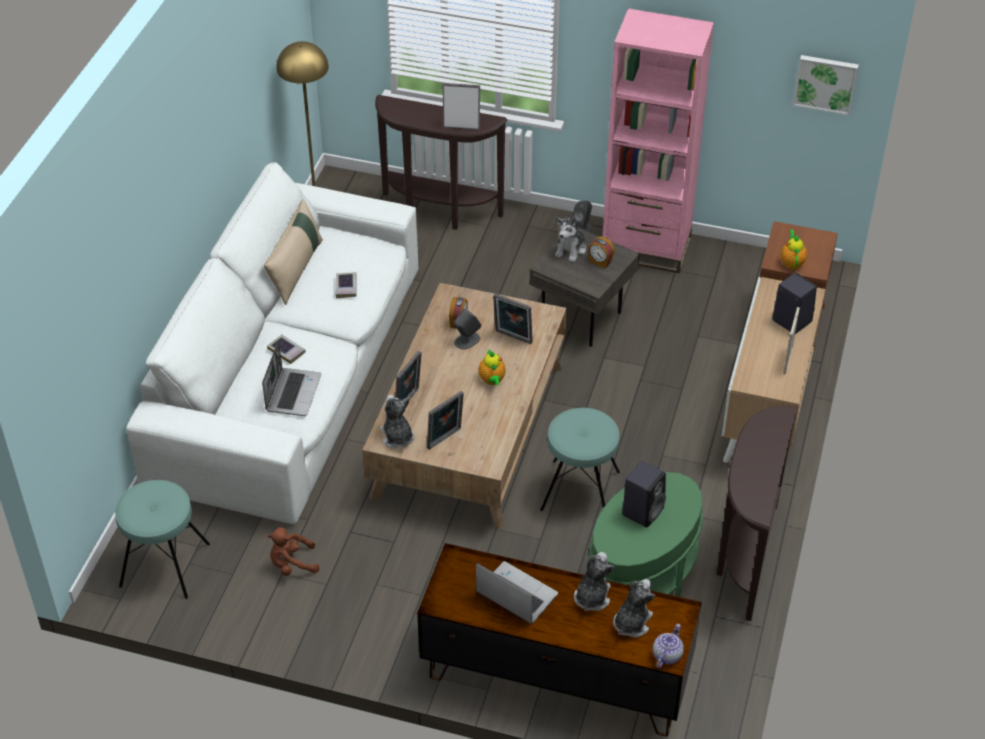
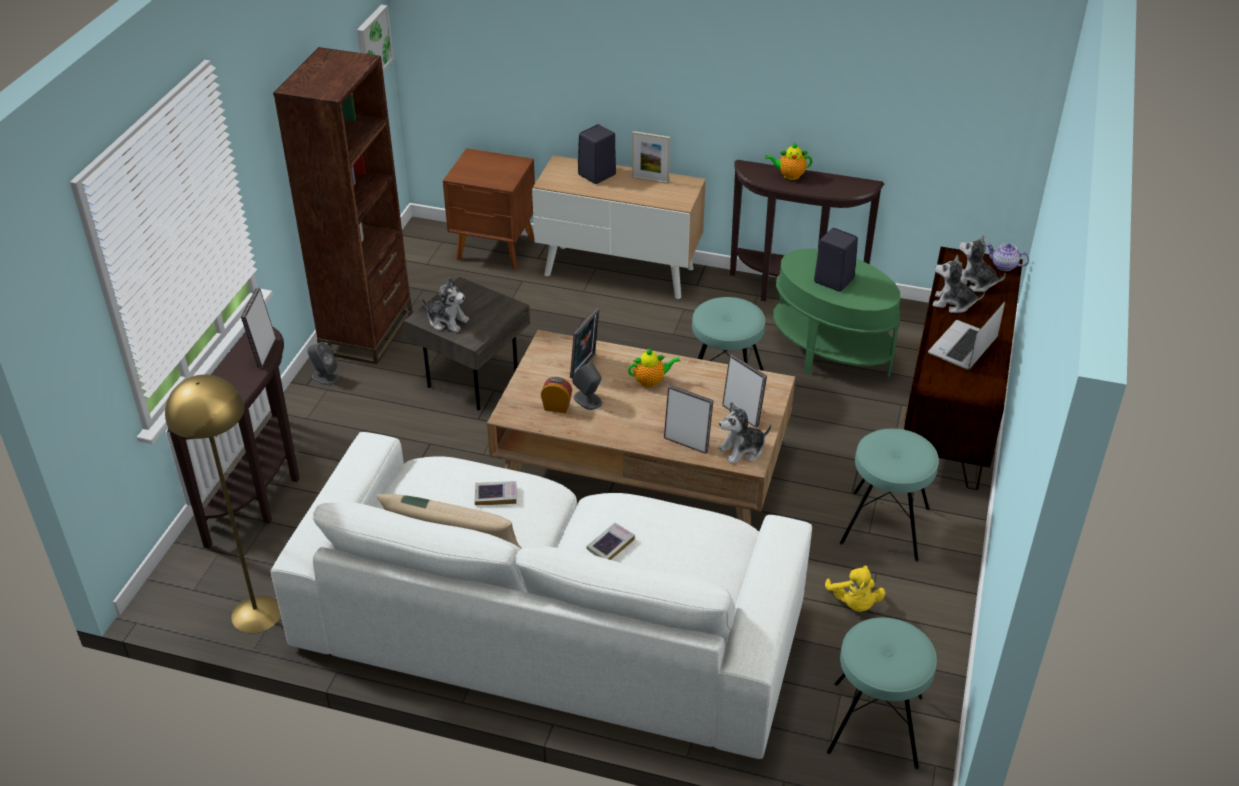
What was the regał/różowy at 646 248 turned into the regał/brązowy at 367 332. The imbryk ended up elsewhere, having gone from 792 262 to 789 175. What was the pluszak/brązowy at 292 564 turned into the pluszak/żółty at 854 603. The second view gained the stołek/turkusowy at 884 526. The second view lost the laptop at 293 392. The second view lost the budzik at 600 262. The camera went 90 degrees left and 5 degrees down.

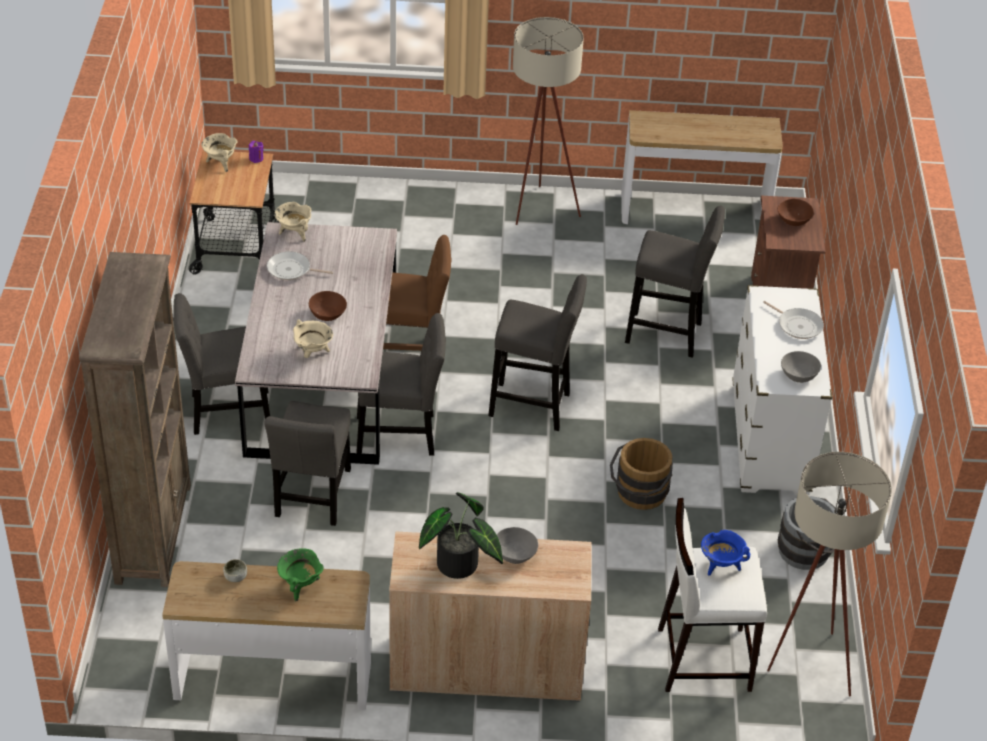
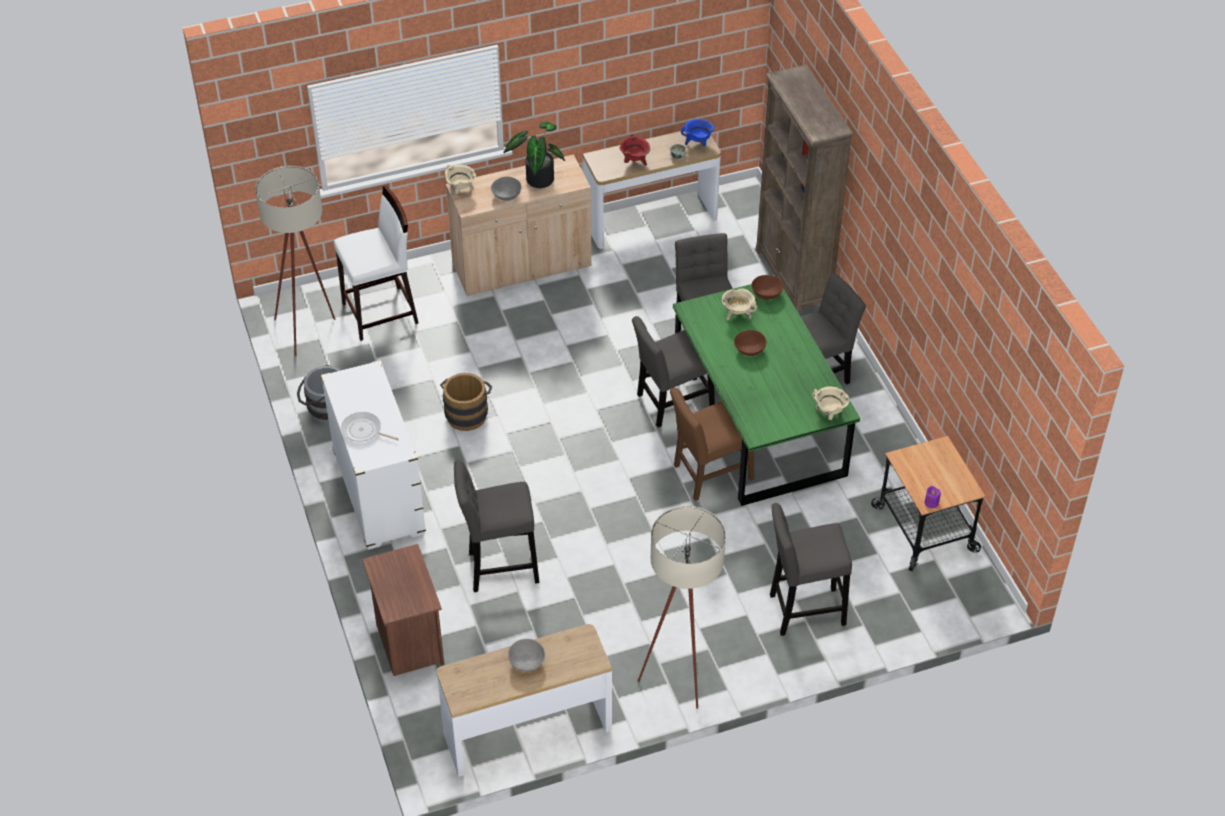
The garnek/beżowy ended up elsewhere, having gone from 220 163 to 460 190. The miska/szary ended up elsewhere, having gone from 798 375 to 527 662. What was the garnek/zielony at 300 586 turned into the garnek/czerwony at 635 162. What was the stół jadalny/szary at 324 384 turned into the stół jadalny/zielony at 757 424. The garnek/niebieski ended up elsewhere, having gone from 721 566 to 698 143. The miska/brązowy ended up elsewhere, having gone from 793 220 to 766 293. The stołek/szary ended up elsewhere, having gone from 534 407 to 802 611. The second view lost the patelnia at 291 270. The camera went 160 degrees right and 5 degrees up.

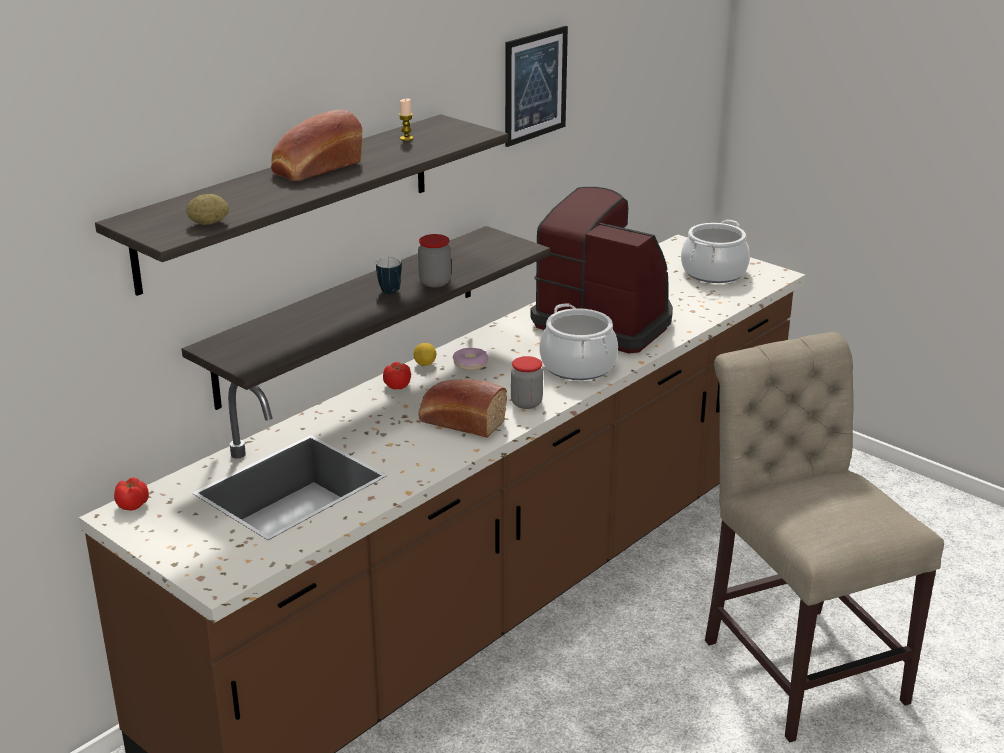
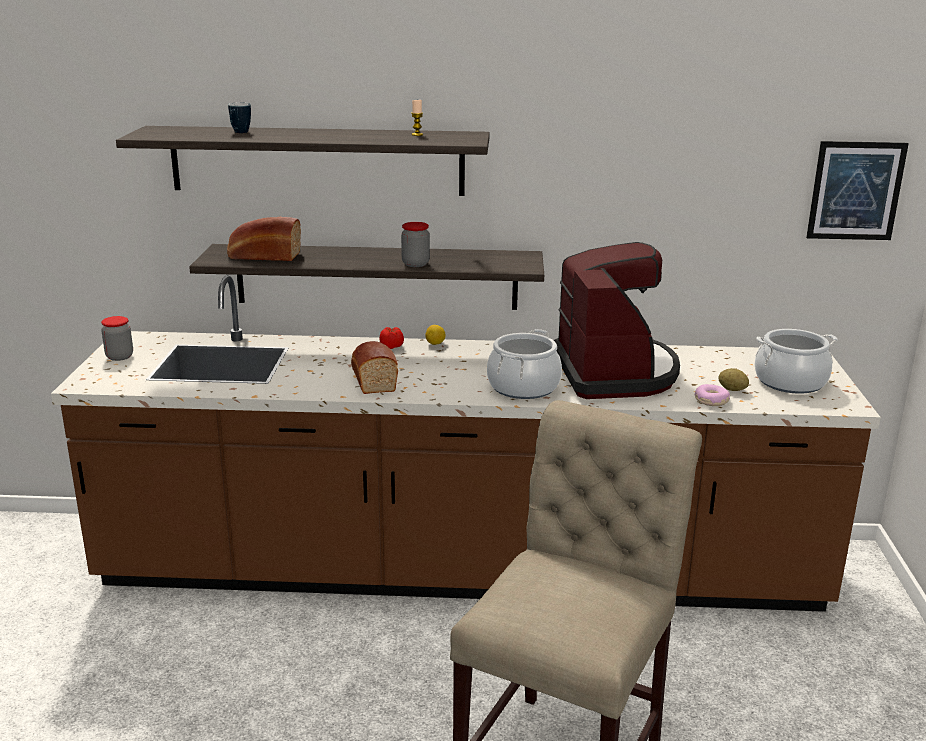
The słoik ended up elsewhere, having gone from 526 403 to 119 357. The chleb ended up elsewhere, having gone from 315 168 to 263 256. The kubek ended up elsewhere, having gone from 392 293 to 239 133. The donut ended up elsewhere, having gone from 470 365 to 711 401. The ziemniak ended up elsewhere, having gone from 209 223 to 732 390. The obraz ended up elsewhere, having gone from 535 85 to 855 191. The second view lost the pomidor at 133 505. The camera went 50 degrees right and 5 degrees down.

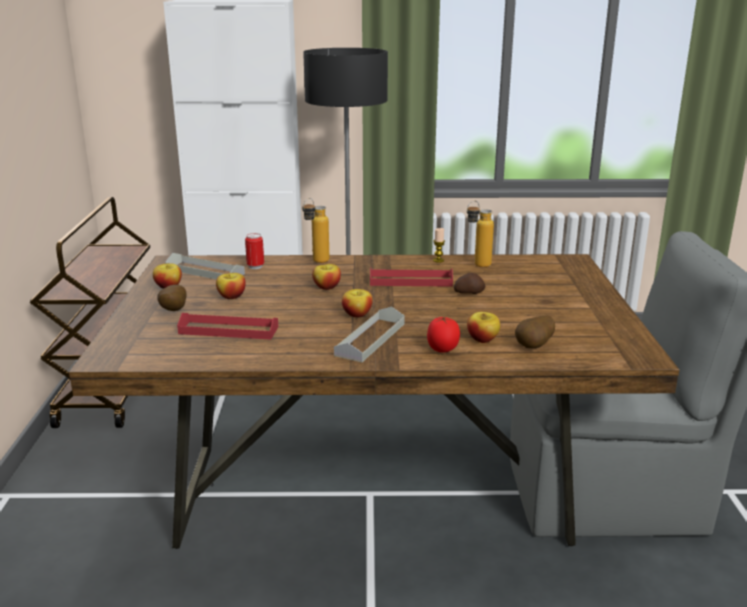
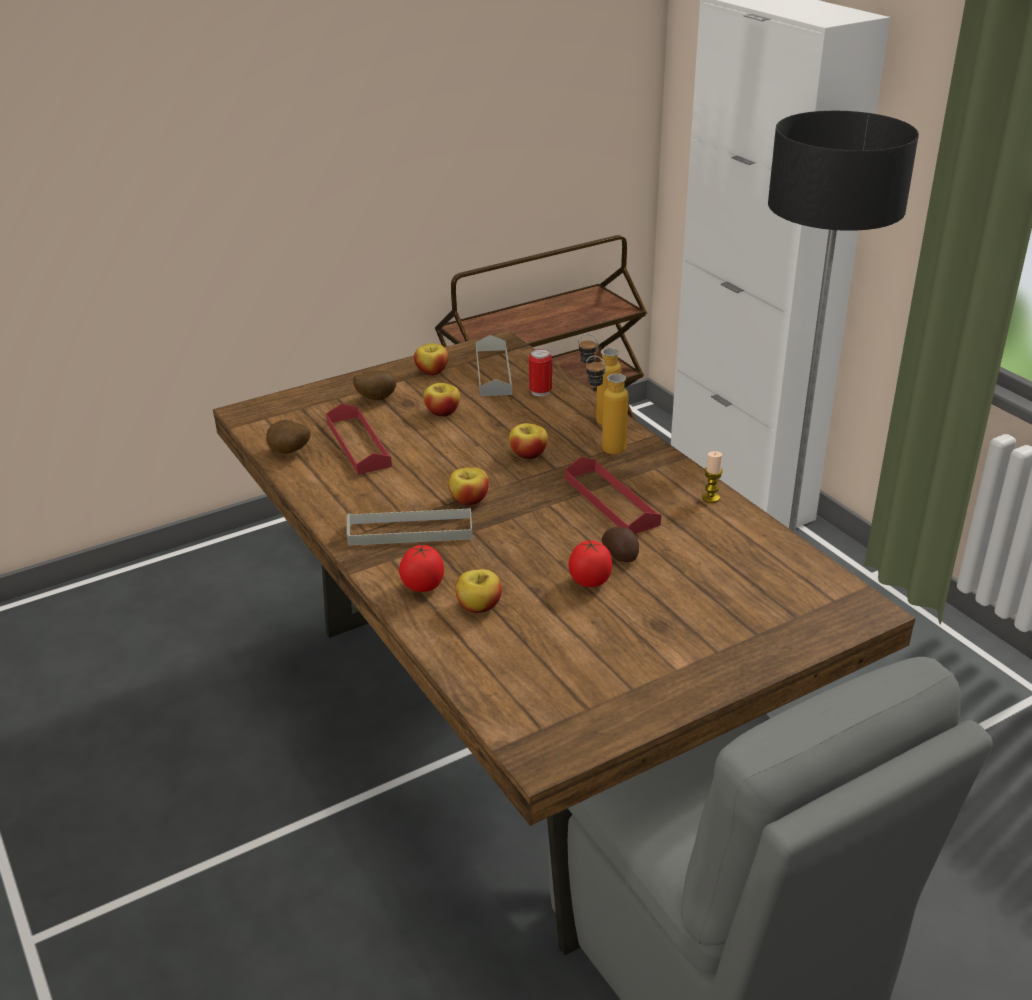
The ziemniak ended up elsewhere, having gone from 534 347 to 289 453. The second view gained the pomidor at 589 582. The butelka ended up elsewhere, having gone from 477 266 to 604 447. The camera went 60 degrees right and 10 degrees up.

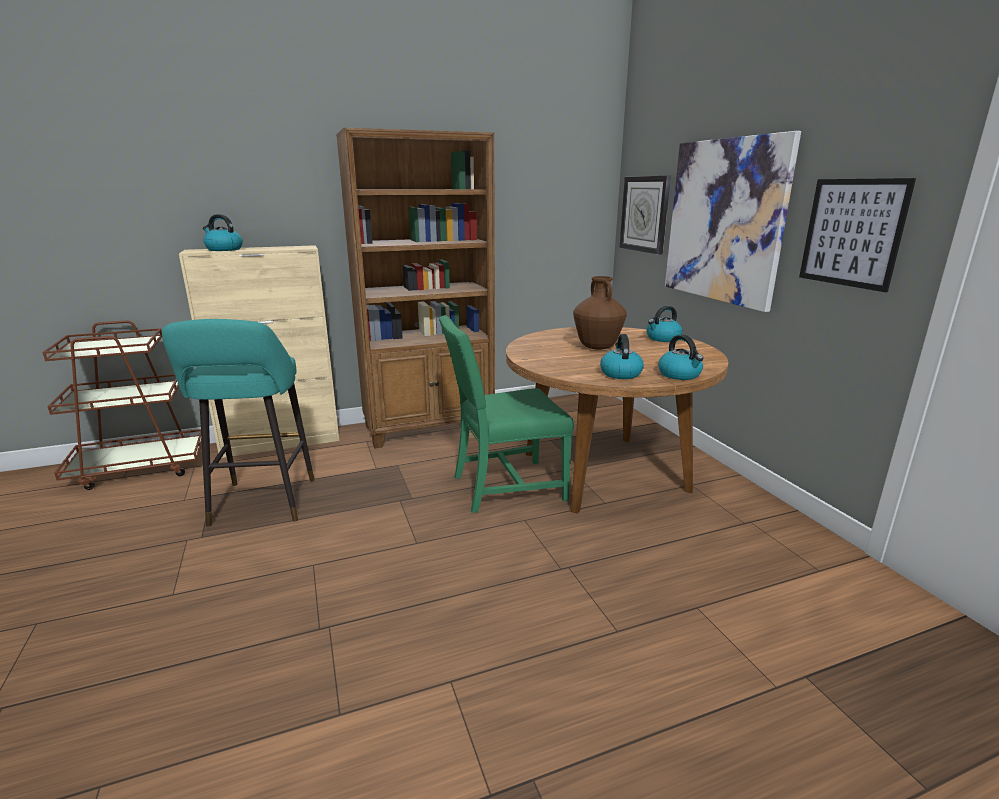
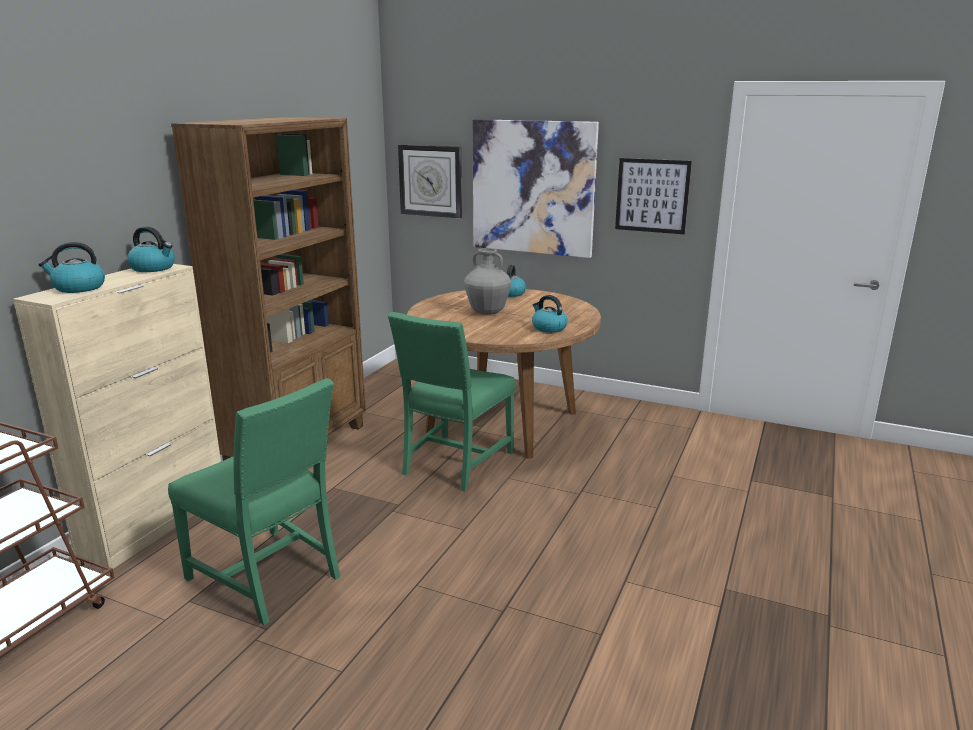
The czajnik ended up elsewhere, having gone from 680 375 to 154 268. Where the stołek/turkusowy stood at 262 505, the krzesło/zielony came to stand at 269 577. What was the wazon/brązowy at 597 348 turned into the wazon/szary at 487 313. The camera went 45 degrees left and 0 degrees up.

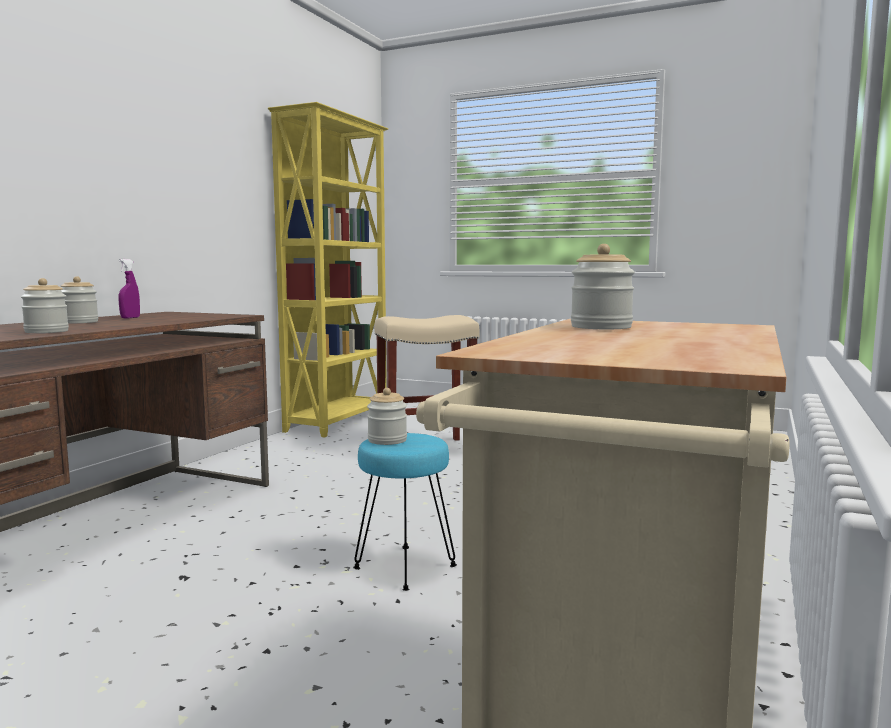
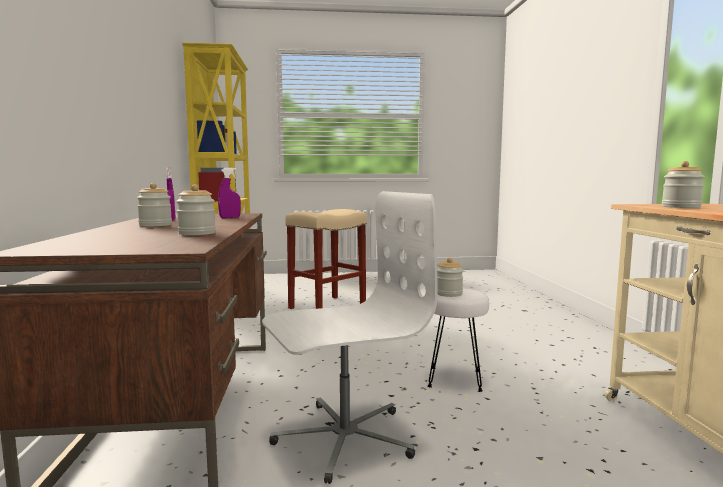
The second view gained the spryskiwacz/fioletowy at 230 217. The second view gained the krzesło biurowe/biały at 343 438. What was the stołek/turkusowy at 404 568 turned into the stołek/biały at 454 379. The camera went 30 degrees left and 0 degrees up.

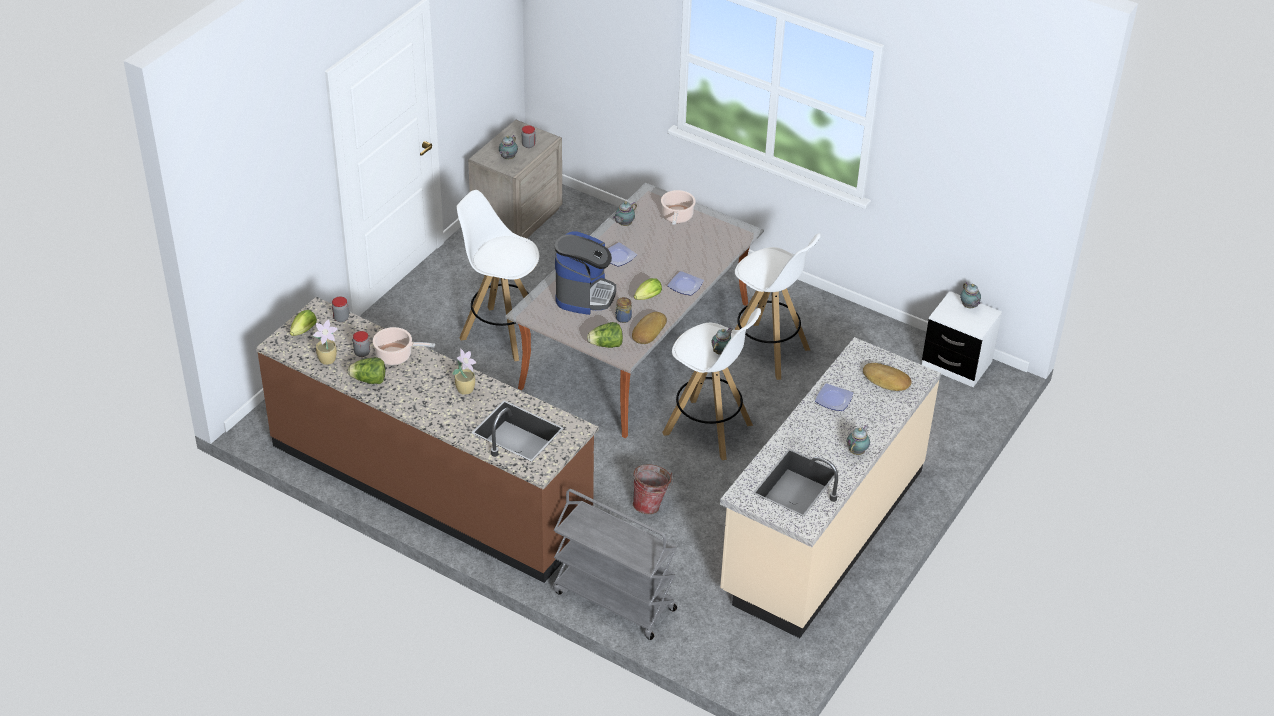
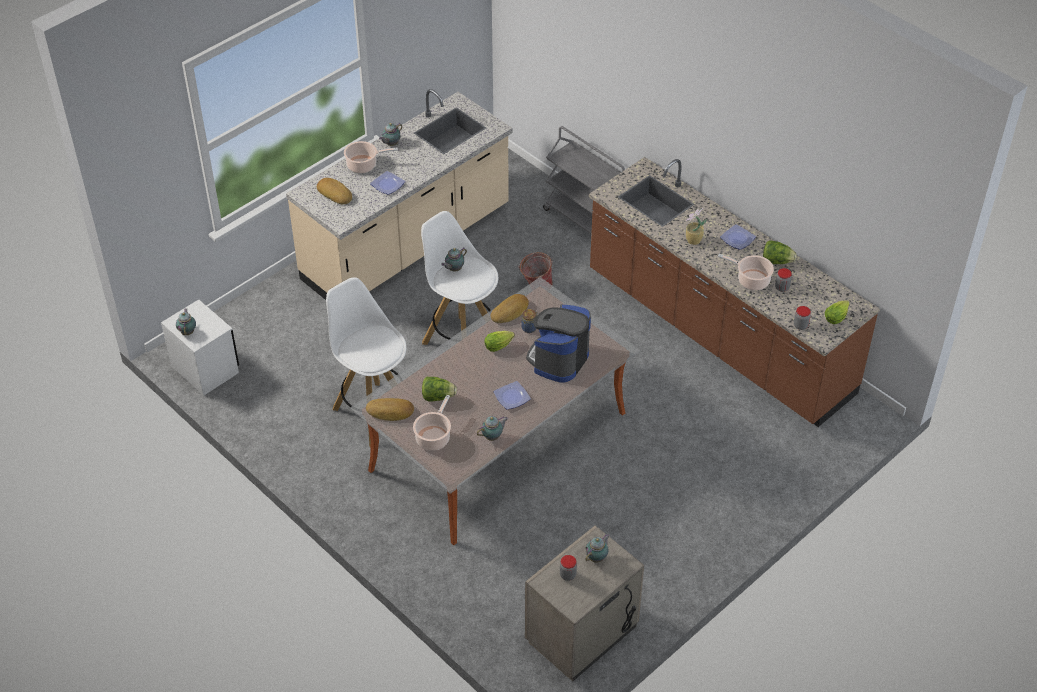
The second view gained the garnek at 364 165. The second view gained the chleb at 390 412. The sałata ended up elsewhere, having gone from 606 345 to 438 397. The talerz ended up elsewhere, having gone from 685 285 to 737 239. The second view lost the roślina doniczkowa at 328 360. The second view lost the stołek/biały at 501 333. The camera went 165 degrees left and 5 degrees up.

